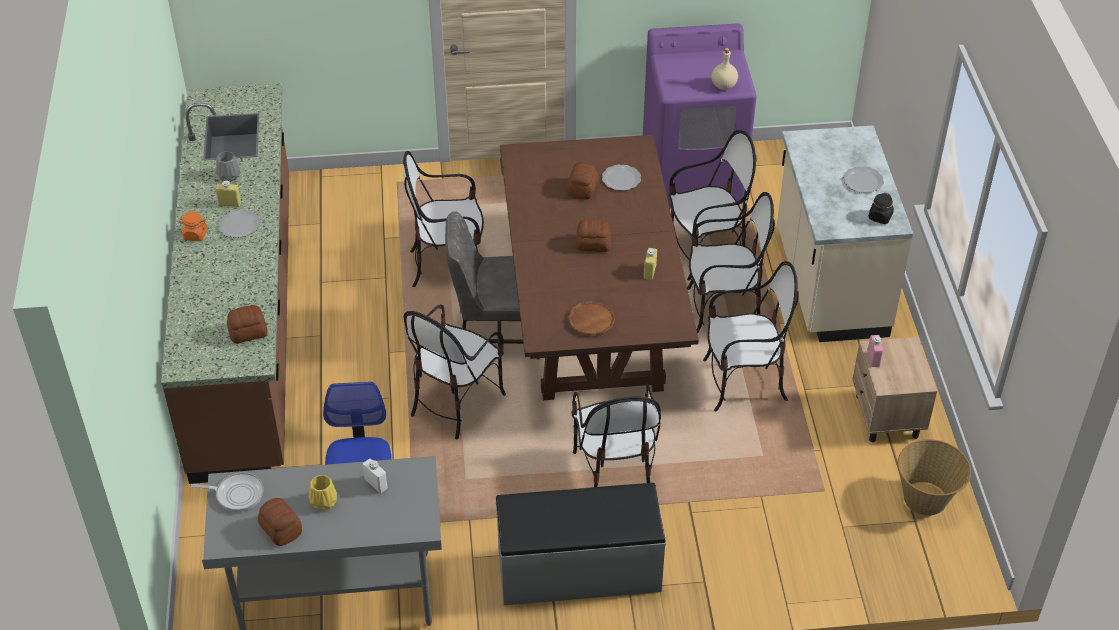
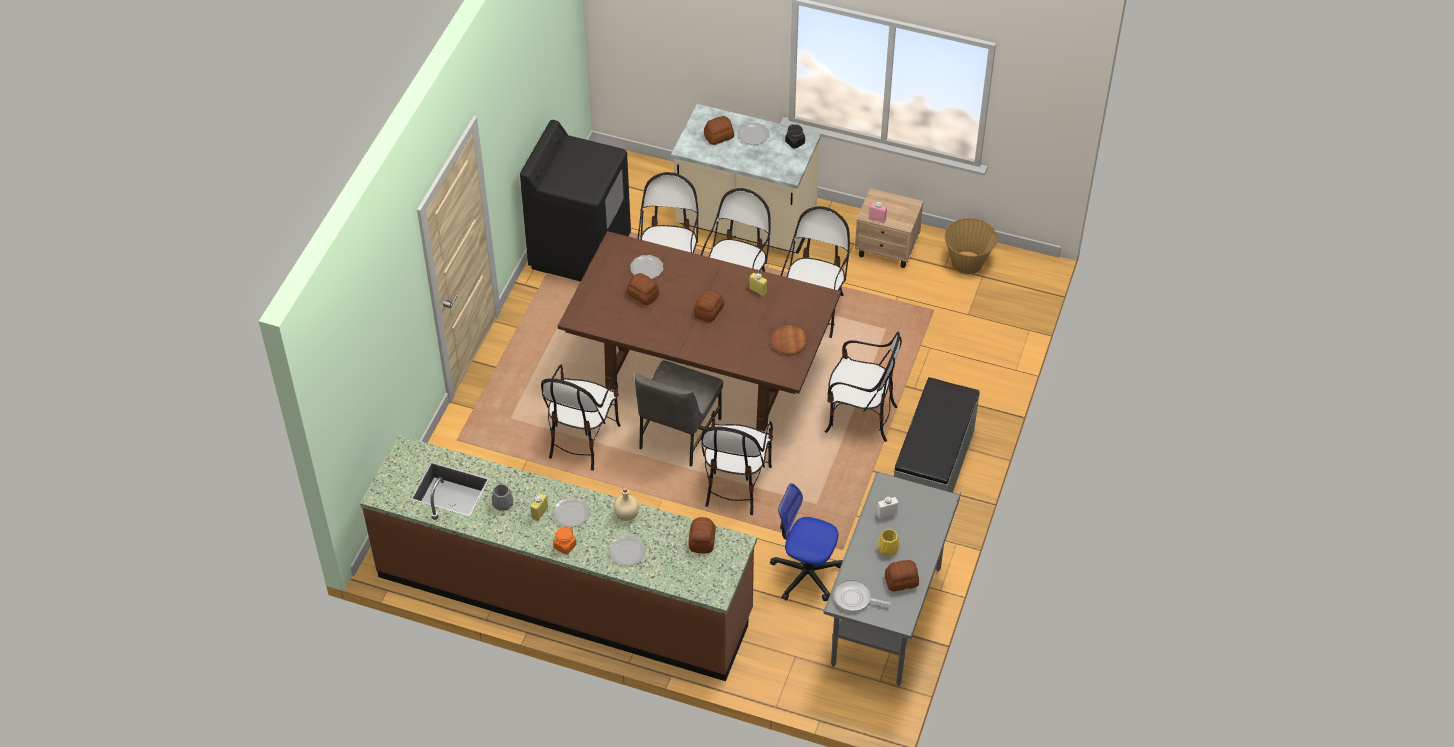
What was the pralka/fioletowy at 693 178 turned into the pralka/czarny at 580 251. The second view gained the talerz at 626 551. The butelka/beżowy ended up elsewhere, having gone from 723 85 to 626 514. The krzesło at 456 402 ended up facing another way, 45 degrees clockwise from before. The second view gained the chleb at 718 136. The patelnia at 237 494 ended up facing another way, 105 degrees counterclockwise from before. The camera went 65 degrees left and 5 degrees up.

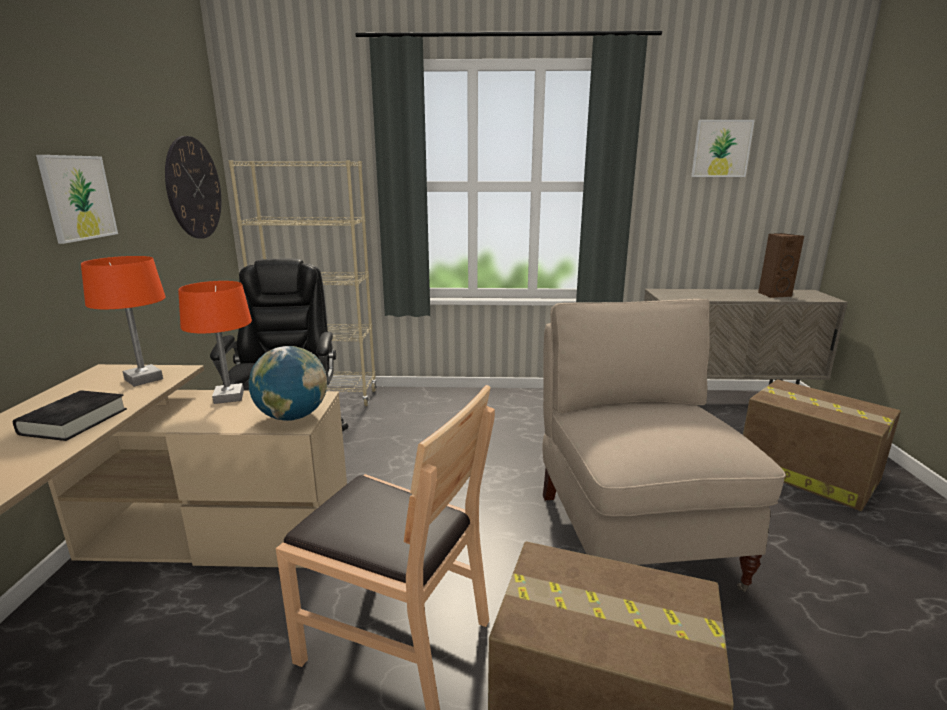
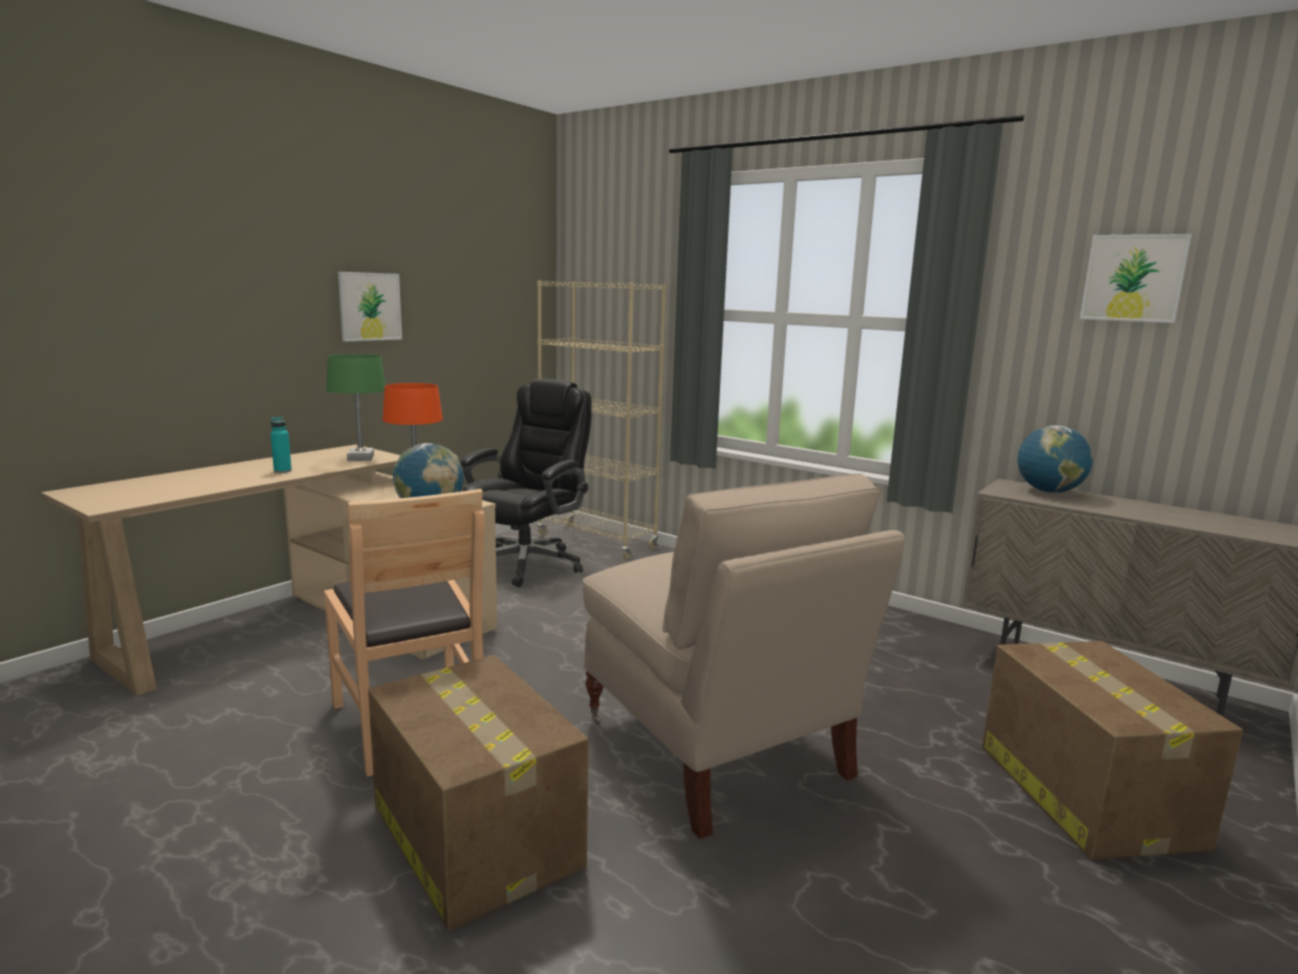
Where the książka/czarny stood at 74 421, the butelka/turkusowy came to stand at 282 471. What was the lampa stołowa/pomarańczowy at 144 379 turned into the lampa stołowa/zielony at 361 458. The krzesło/beżowy at 632 536 ended up facing another way, 120 degrees clockwise from before. The second view gained the globus at 1049 492. The second view lost the zegar ścienny at 194 188. The second view lost the głośnik/brązowy at 773 295. The camera went 35 degrees right and 5 degrees down.

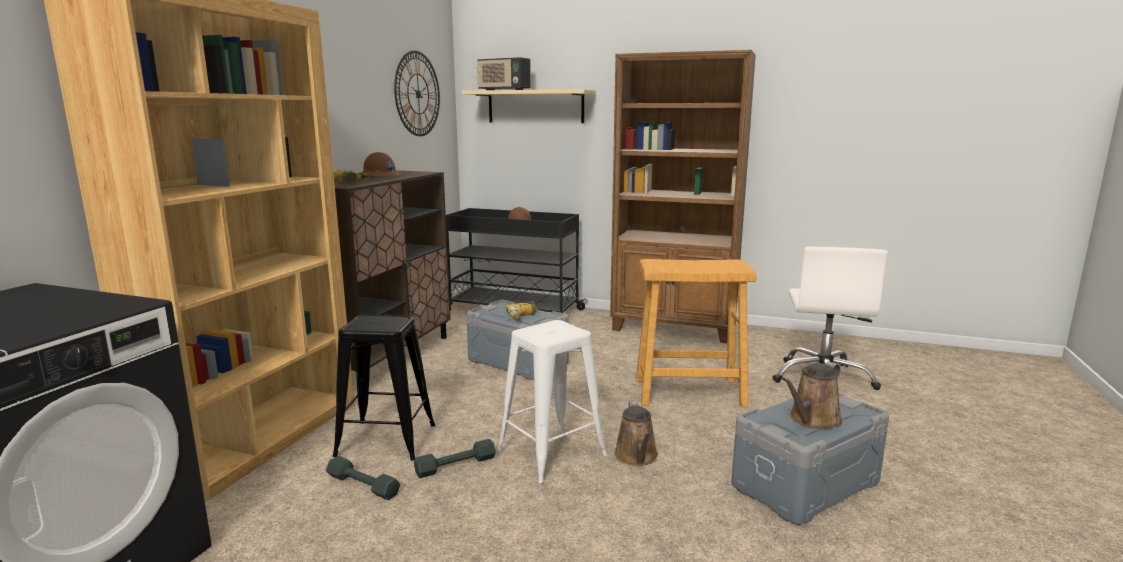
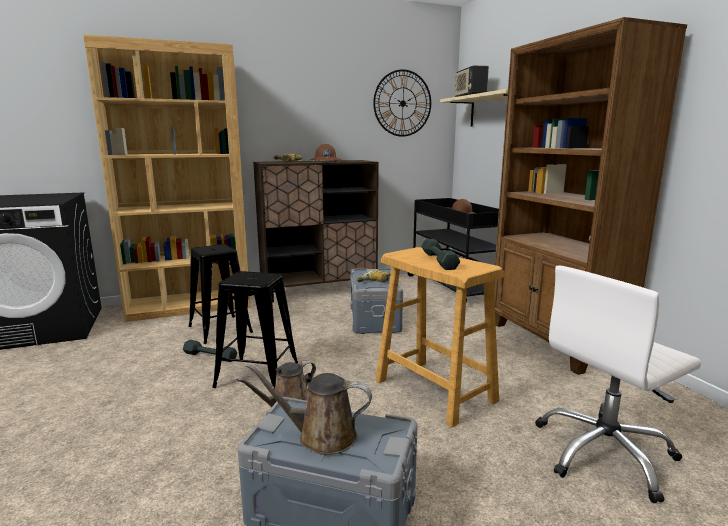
What was the stołek/biały at 551 453 turned into the stołek/czarny at 257 376. The hantel/szary ended up elsewhere, having gone from 362 485 to 438 260. The camera went 50 degrees right and 0 degrees up.

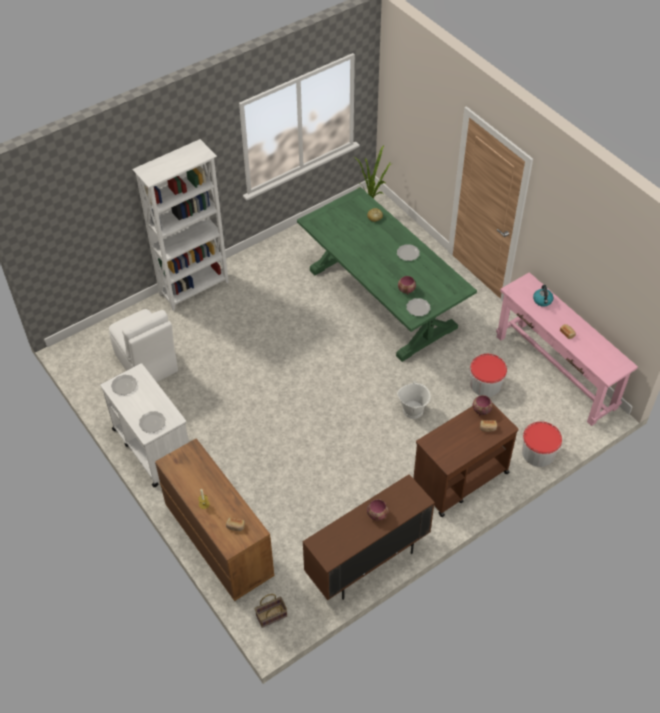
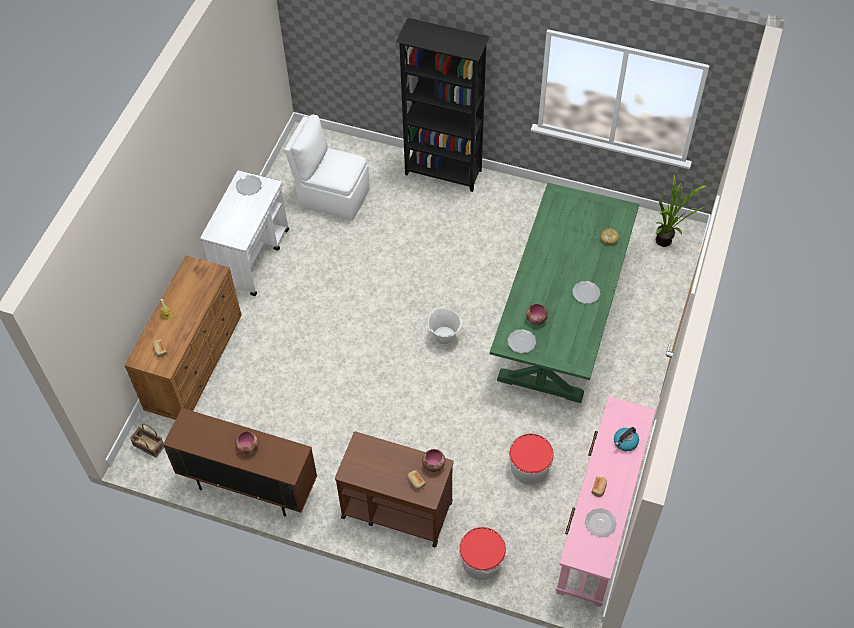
The krzesło/biały at 147 364 ended up facing another way, 90 degrees clockwise from before. What was the regał/biały at 195 288 turned into the regał/czarny at 443 173. The wiadro/biały ended up elsewhere, having gone from 413 410 to 444 337. The talerz ended up elsewhere, having gone from 152 422 to 600 523. The camera went 55 degrees right and 5 degrees up.

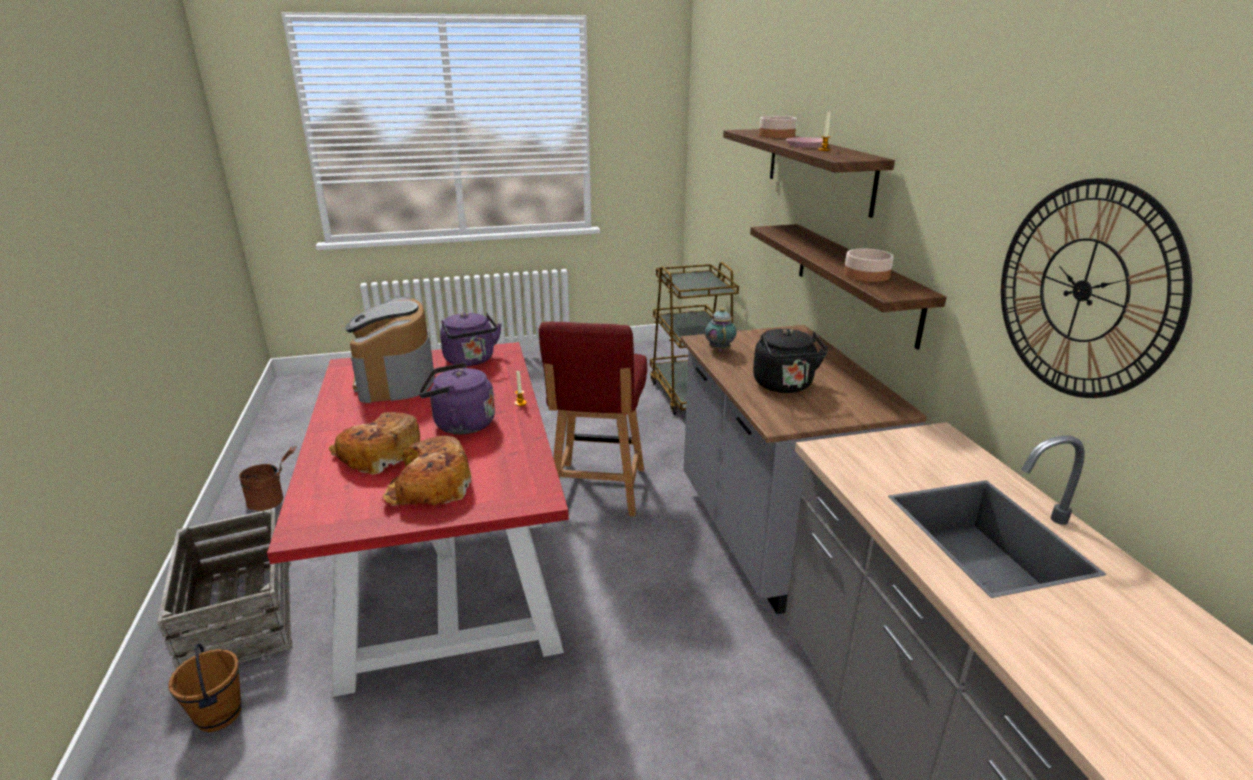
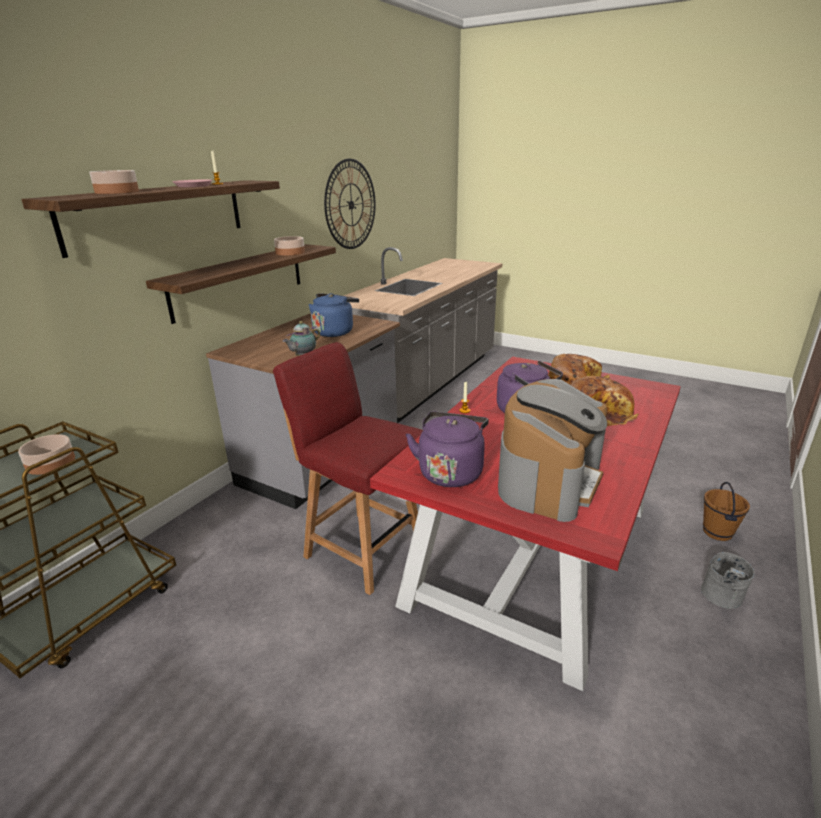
The second view gained the miska at 50 462. The krzesło/czerwony at 597 490 ended up facing another way, 105 degrees counterclockwise from before. What was the czajnik/czarny at 785 386 turned into the czajnik/niebieski at 334 332. Where the skrzynka stood at 239 614, the wiadro/szary came to stand at 721 600. The second view lost the wiadro/brązowy at 273 500. The camera went 135 degrees left and 0 degrees up.

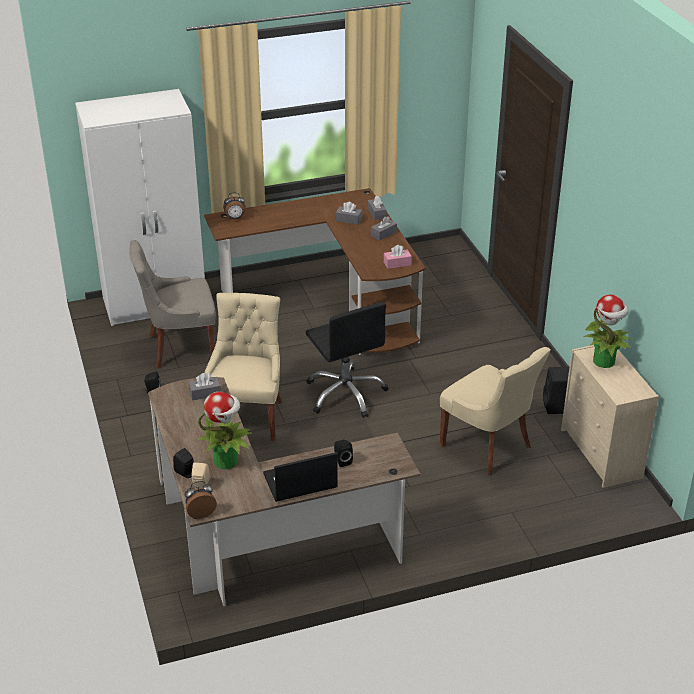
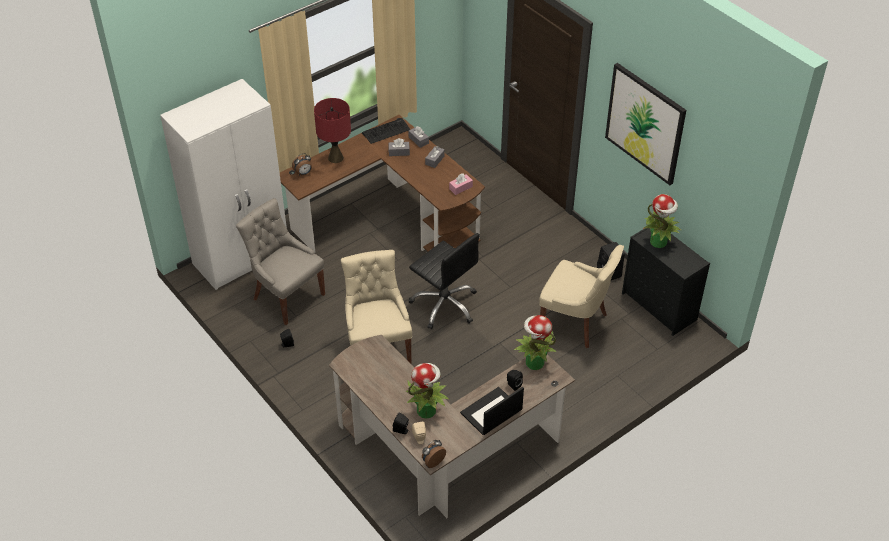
The krzesło/szary at 180 347 ended up facing another way, 75 degrees clockwise from before. The second view gained the lampa stołowa/czerwony at 335 158. The second view gained the klawiatura at 386 131. The second view gained the roślina doniczkowa at 534 362. The second view gained the obraz at 645 123. What was the komoda/beżowy at 601 454 turned into the komoda/czarny at 660 307. The second view lost the pudełko chusteczek/szary at 205 393. The camera went 20 degrees left and 10 degrees up.

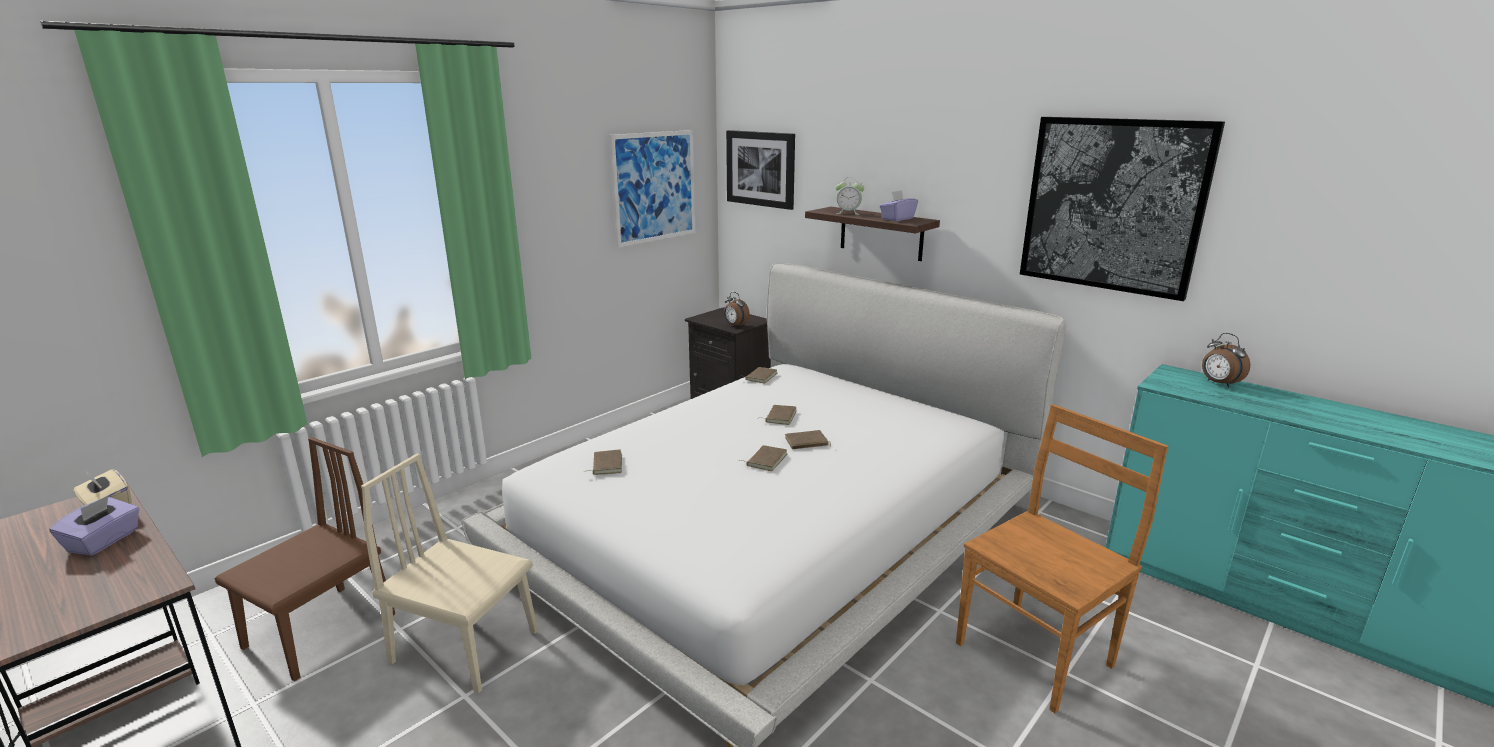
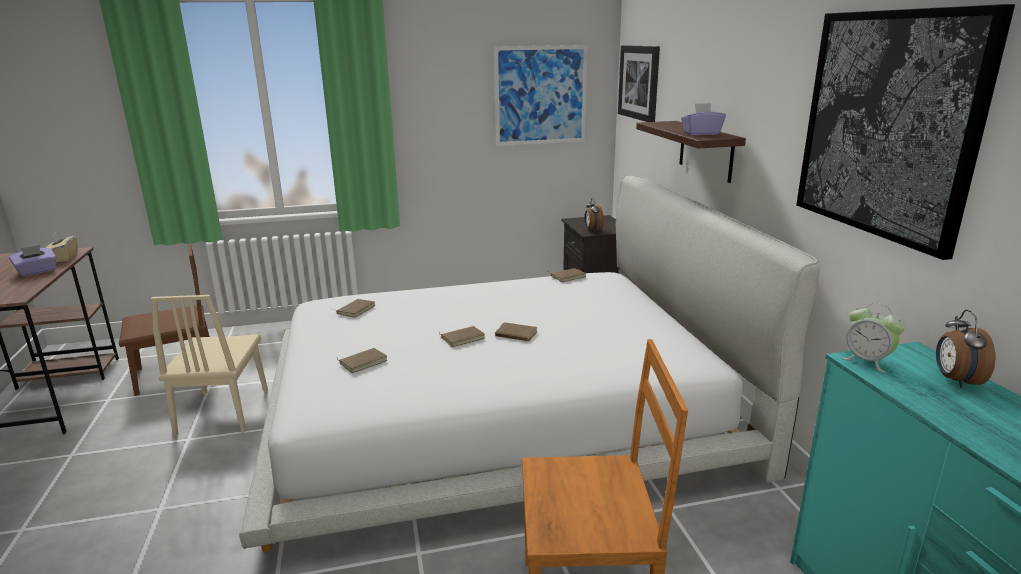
The krzesło/beżowy at 465 646 ended up facing another way, 150 degrees counterclockwise from before. The książka/brązowy ended up elsewhere, having gone from 779 416 to 363 362. The budzik ended up elsewhere, having gone from 848 213 to 867 361. The camera went 35 degrees right and 0 degrees up.

